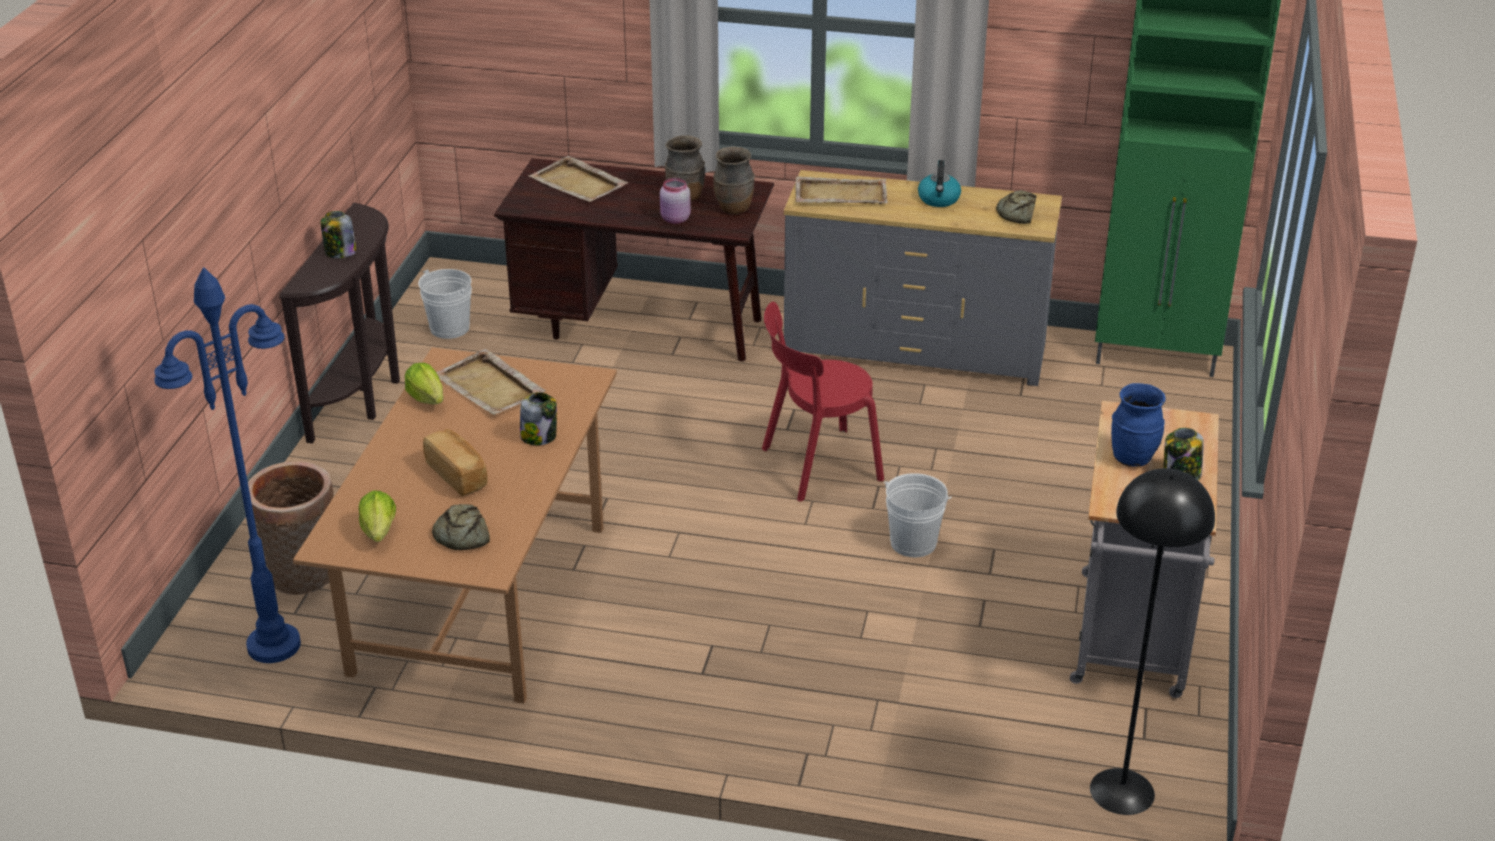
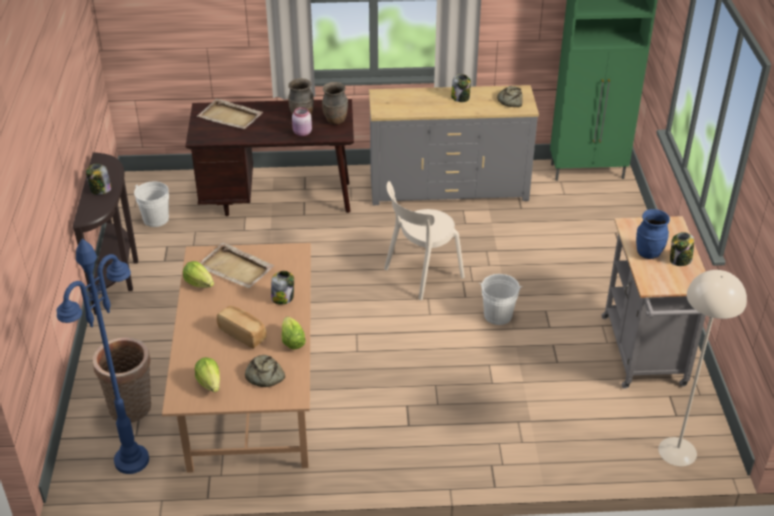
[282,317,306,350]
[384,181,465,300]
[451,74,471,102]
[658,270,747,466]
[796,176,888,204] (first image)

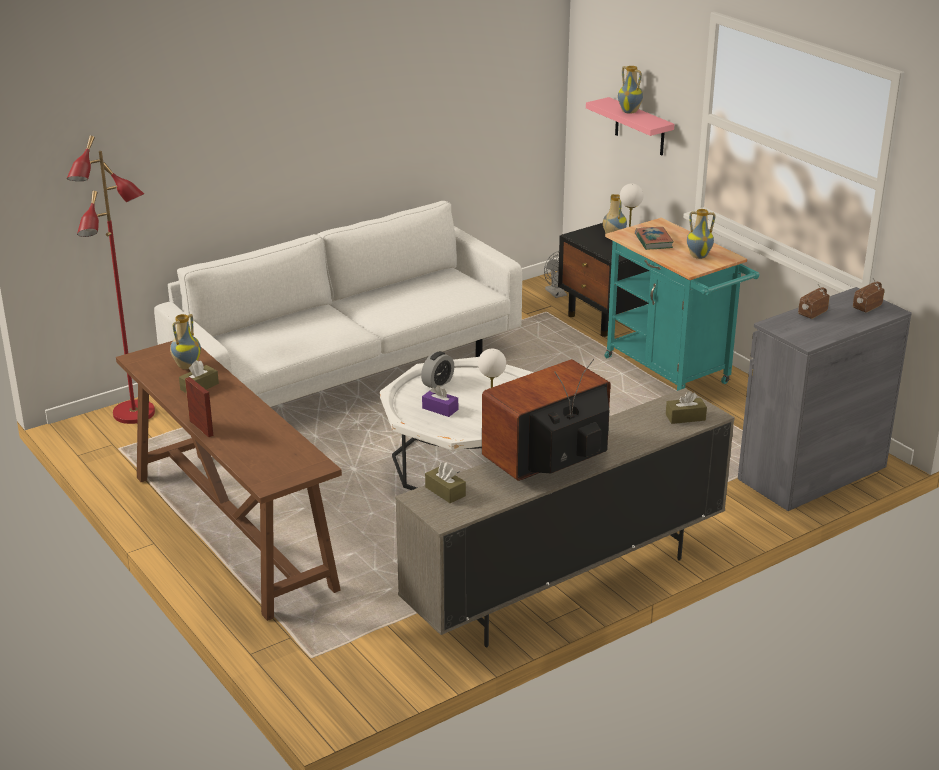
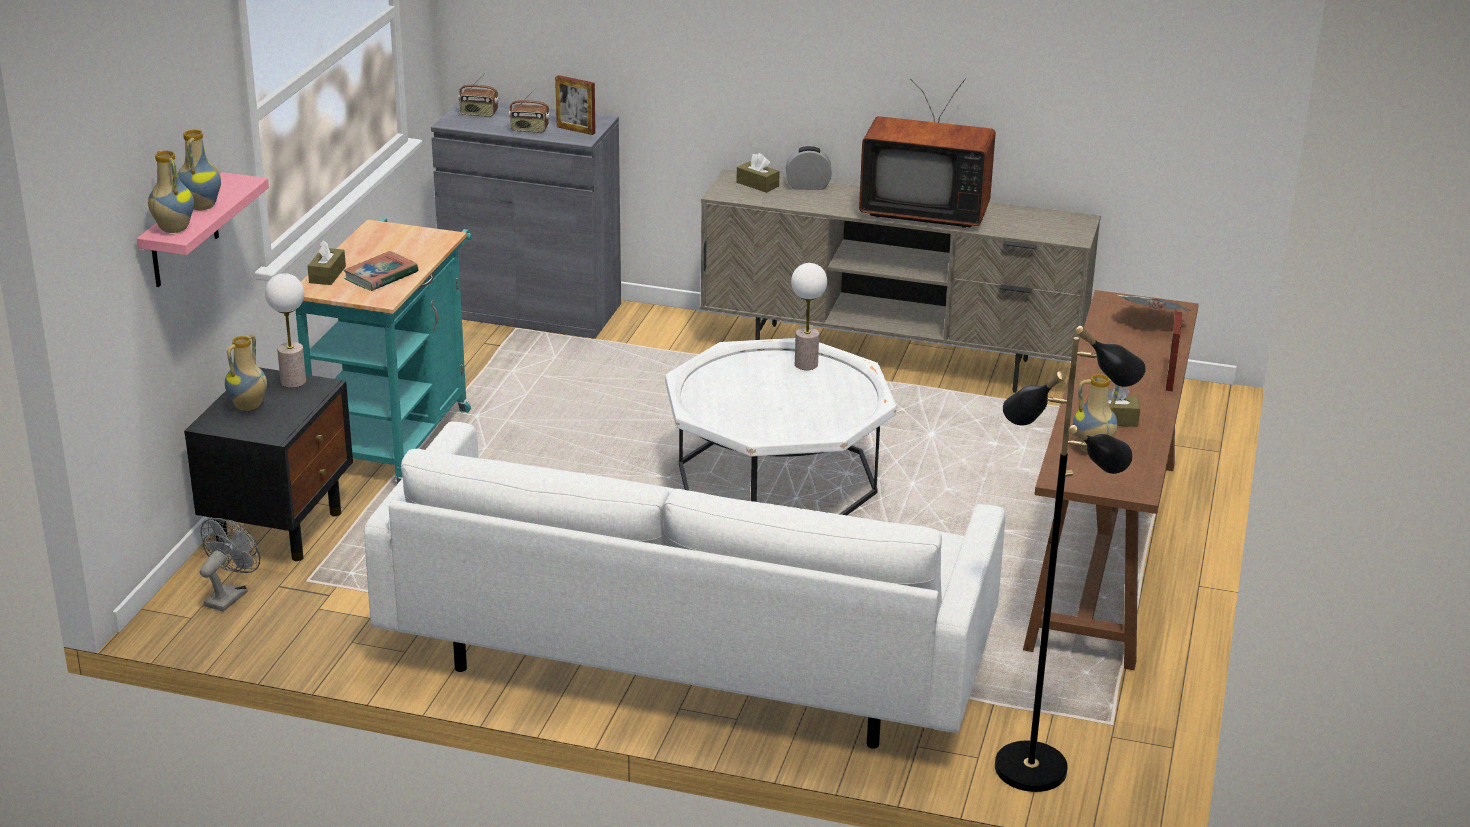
[148,150,194,233]
[308,240,346,285]
[555,75,596,135]
[786,146,832,190]
[995,326,1146,792]
[1119,295,1191,311]
[422,385,458,417] (first image)

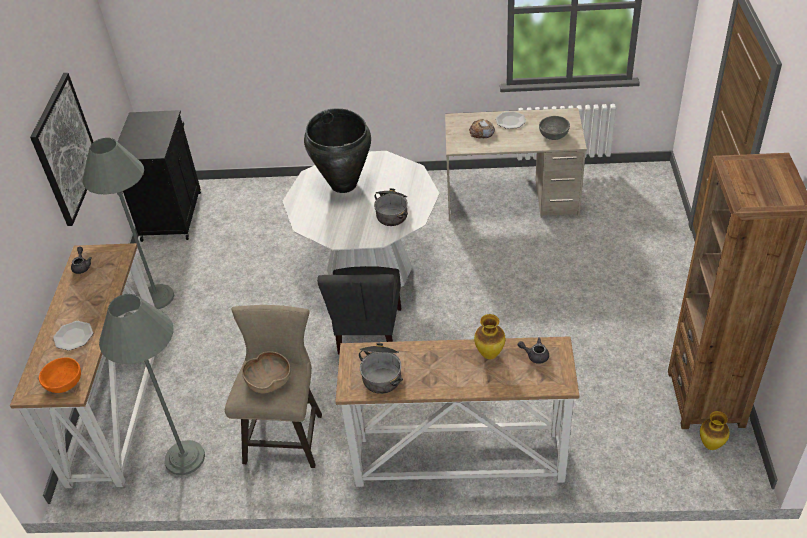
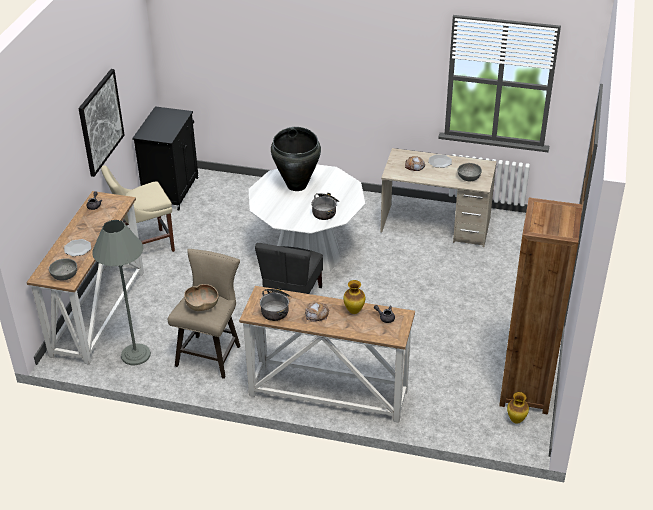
[49,258,77,281]
[101,165,175,252]
[305,302,329,322]

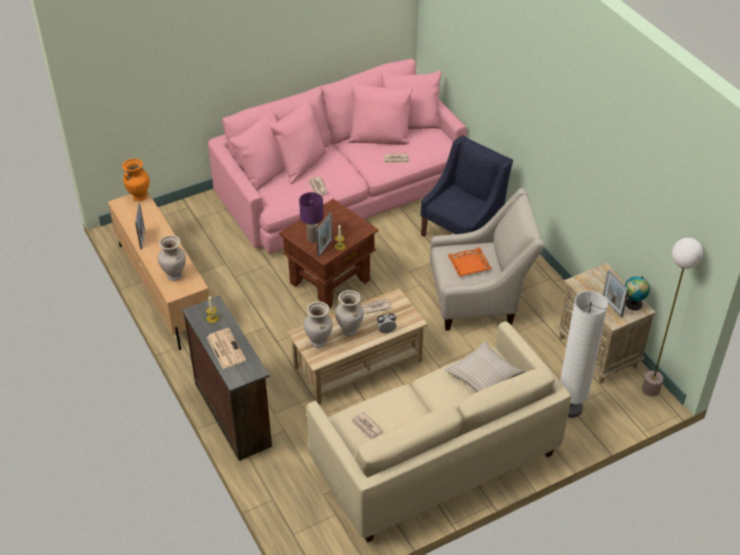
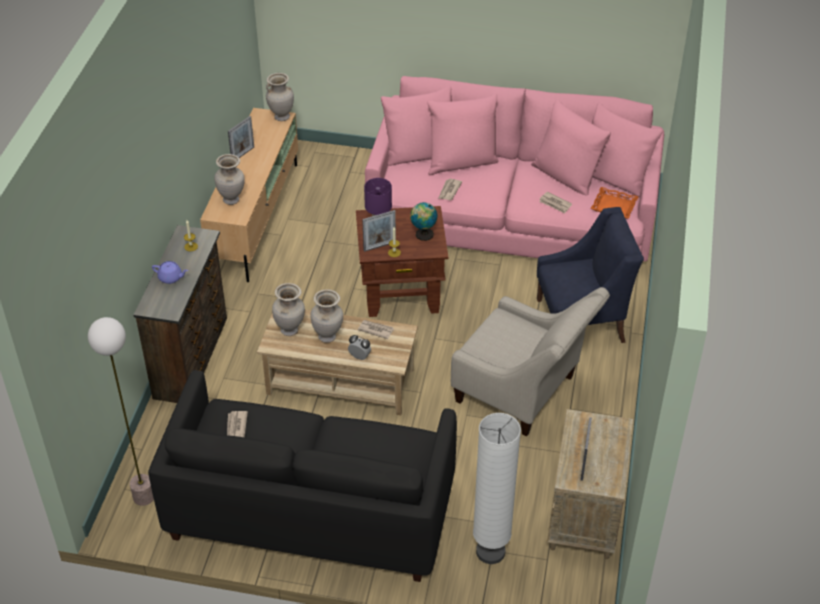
[88,317,154,506]
[148,370,457,582]
[152,261,188,284]
[266,73,294,121]
[410,202,437,241]
[590,187,639,219]
[445,341,523,392] (first image)

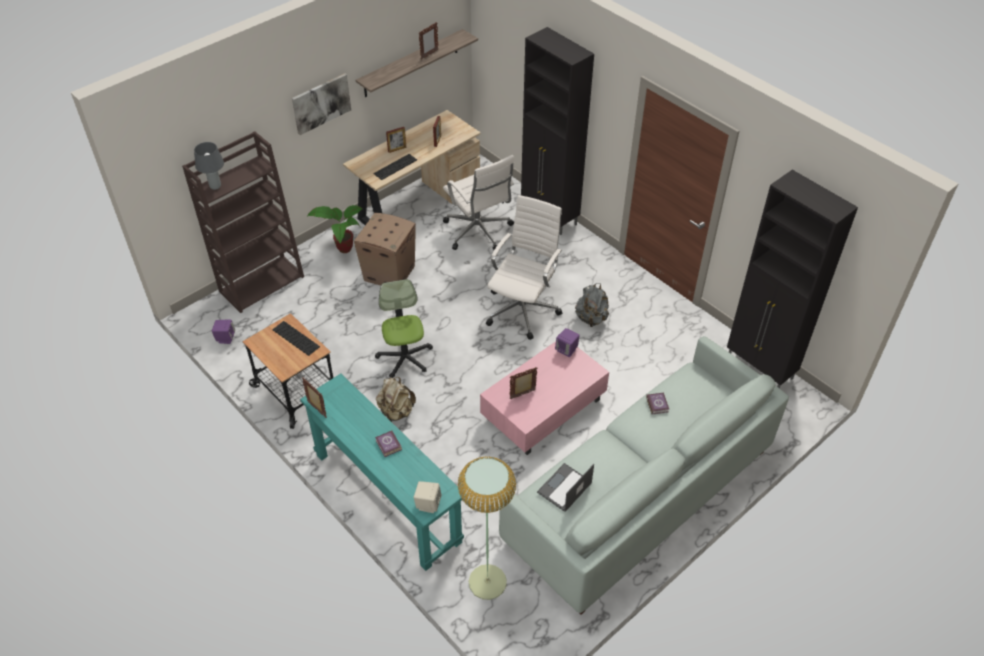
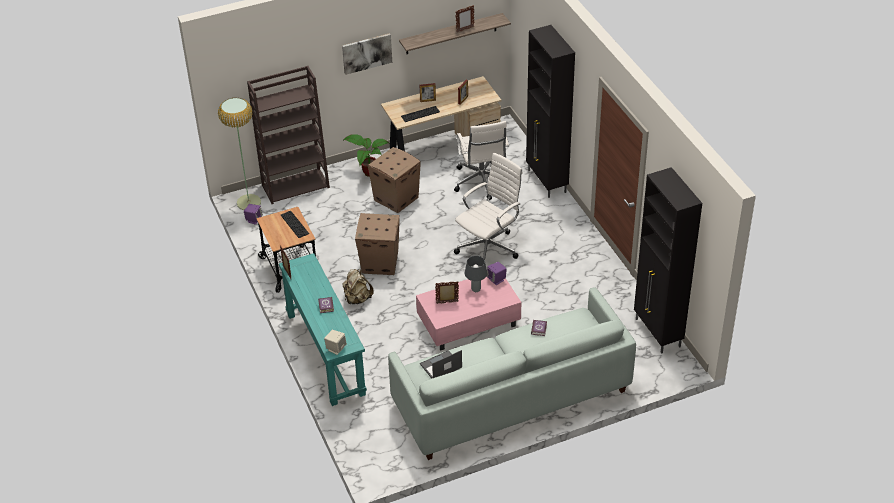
[218,97,261,210]
[355,213,400,275]
[465,256,487,292]
[575,283,609,327] (first image)

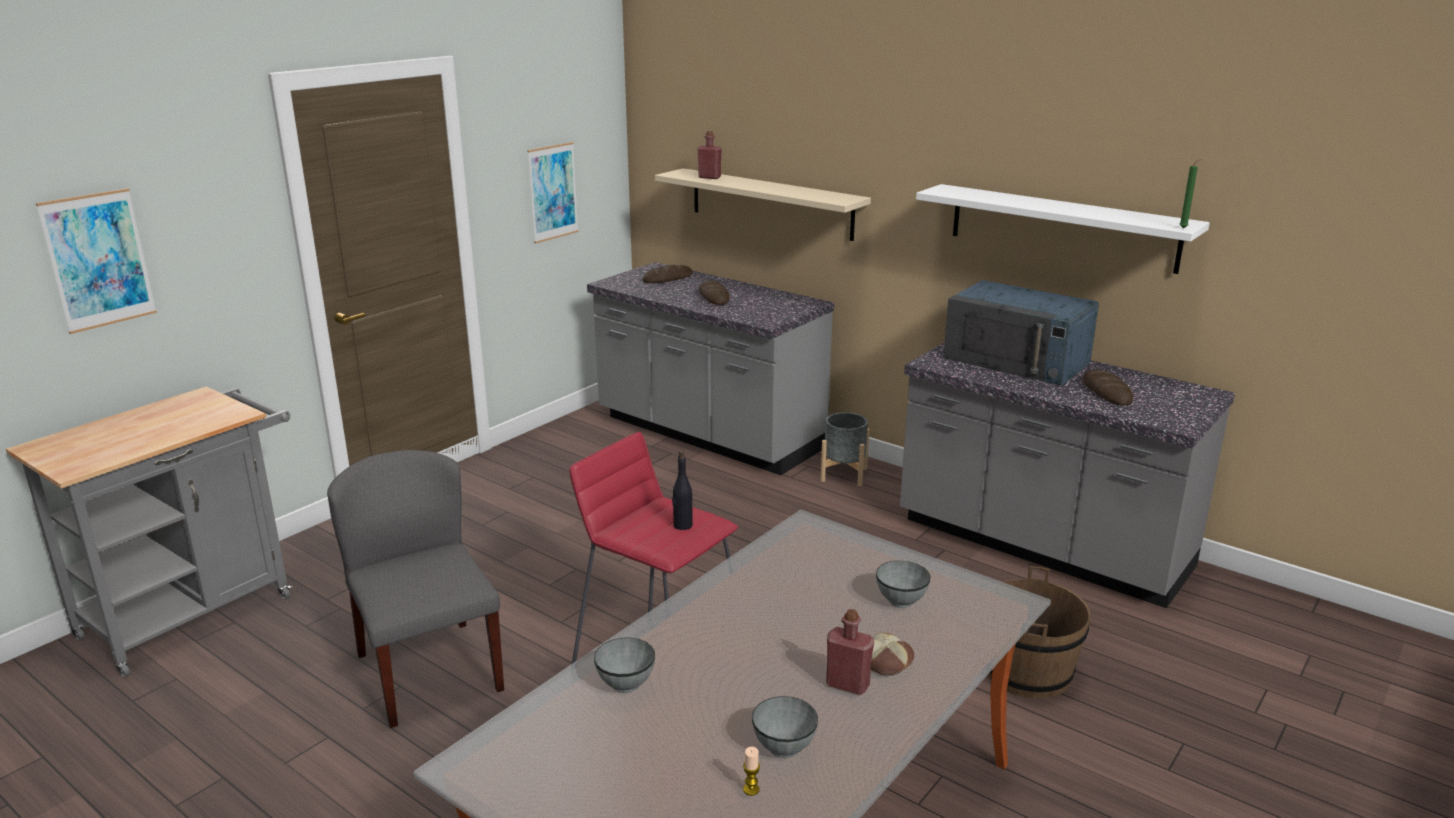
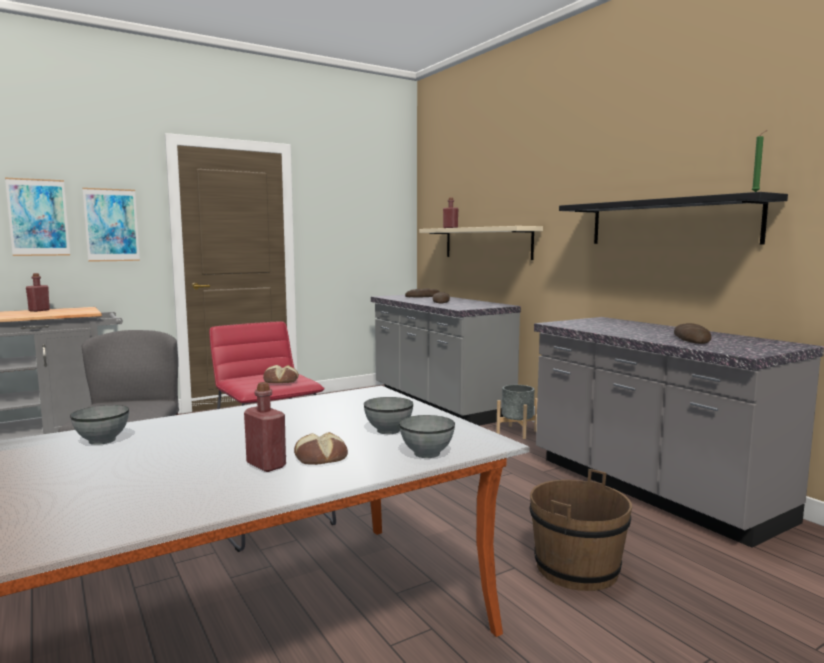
[26,273,50,312]
[83,188,140,262]
[263,365,299,383]
[399,415,455,458]
[559,192,788,245]
[743,747,760,796] (first image)
[943,280,1099,386] (first image)

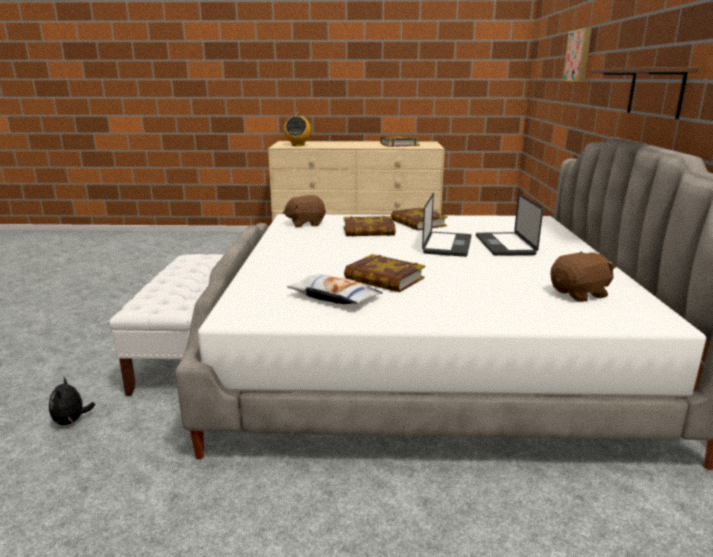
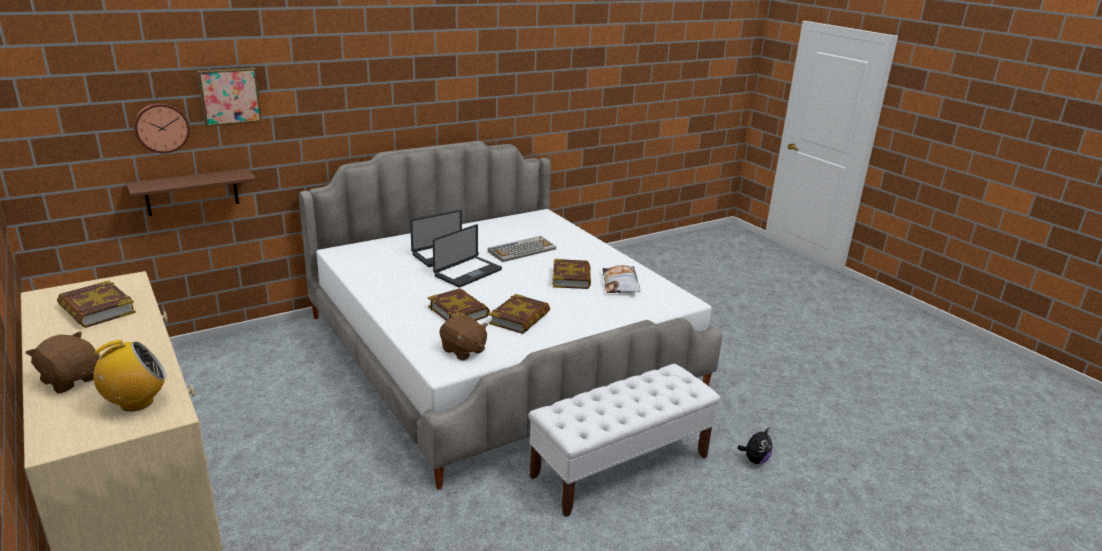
[25,331,100,394]
[126,169,256,216]
[134,103,190,153]
[433,224,502,288]
[488,236,556,262]
[489,294,550,334]

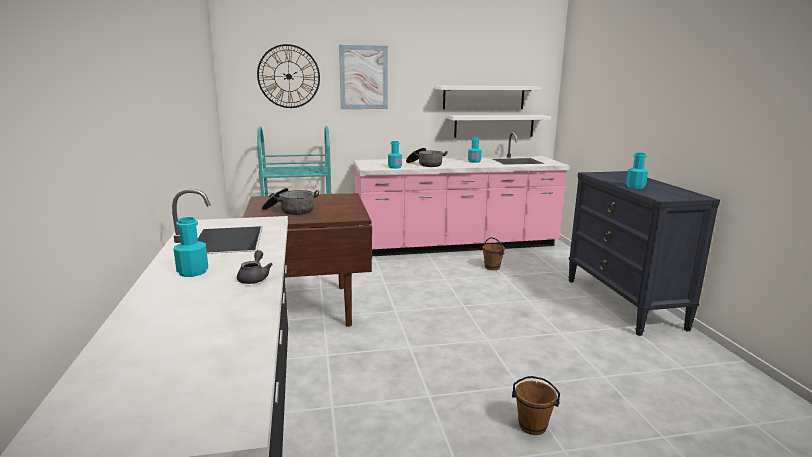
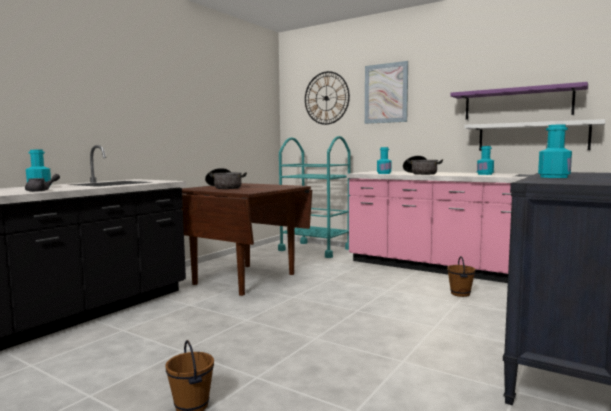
[451,82,588,120]

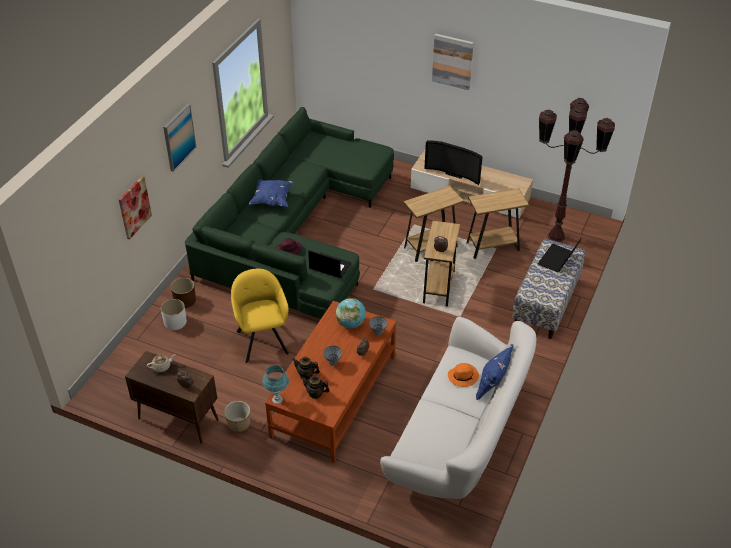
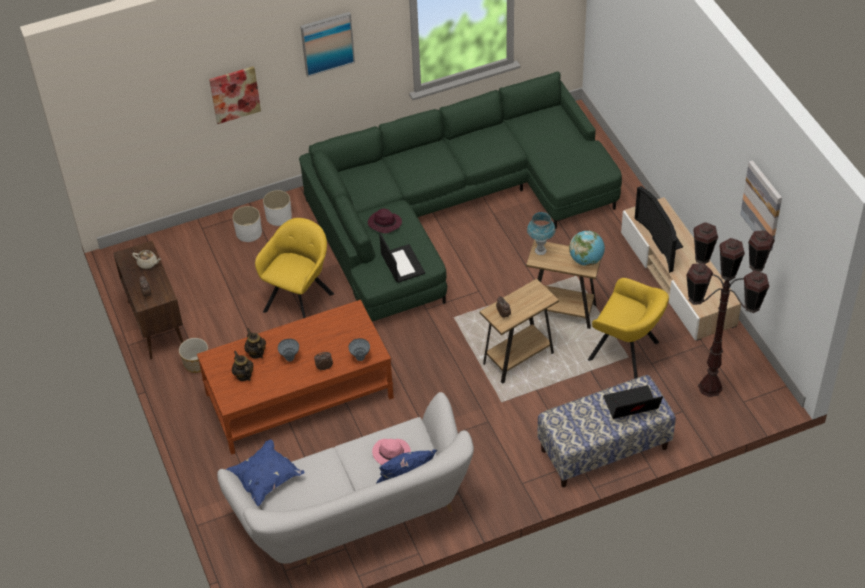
[225,439,304,506]
[263,190,292,226]
[372,439,411,465]
[527,212,555,255]
[569,231,605,266]
[588,278,669,379]
[740,160,782,251]

